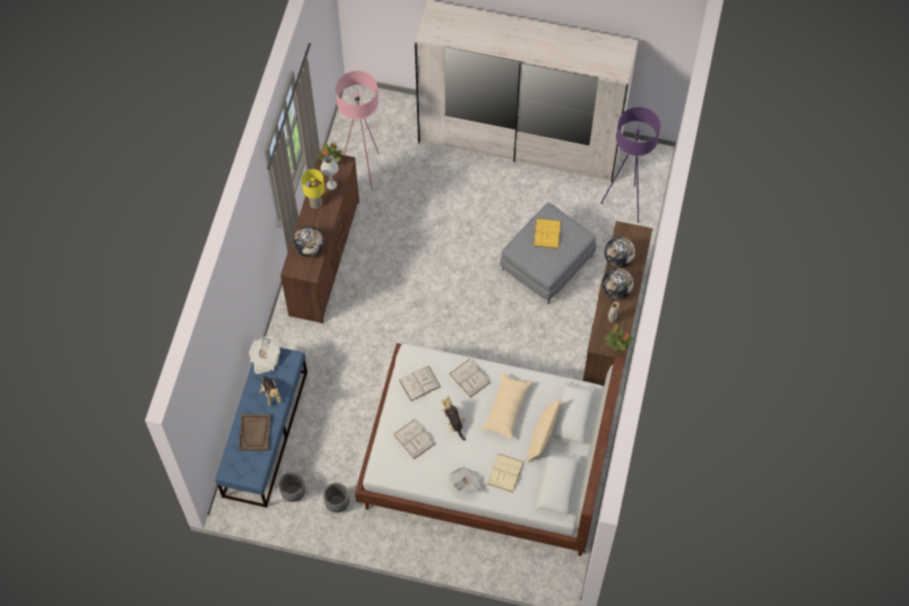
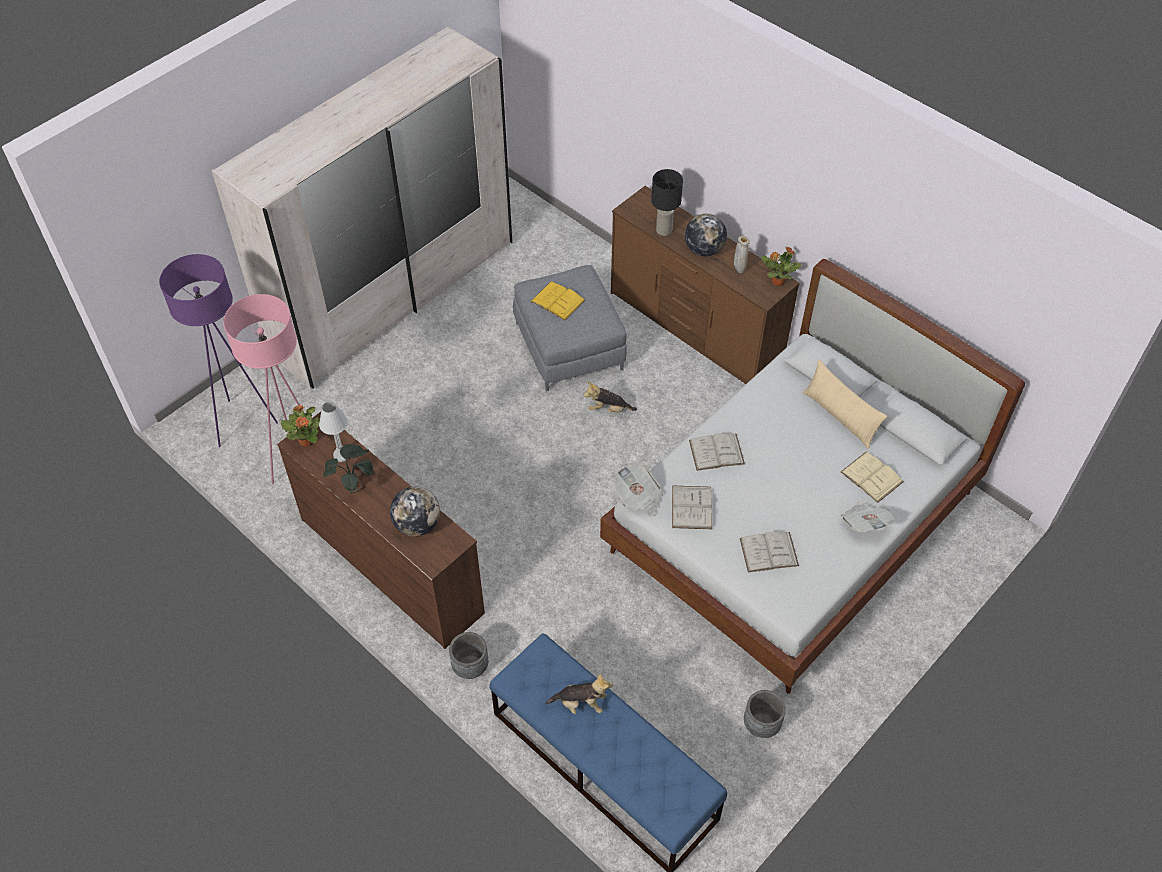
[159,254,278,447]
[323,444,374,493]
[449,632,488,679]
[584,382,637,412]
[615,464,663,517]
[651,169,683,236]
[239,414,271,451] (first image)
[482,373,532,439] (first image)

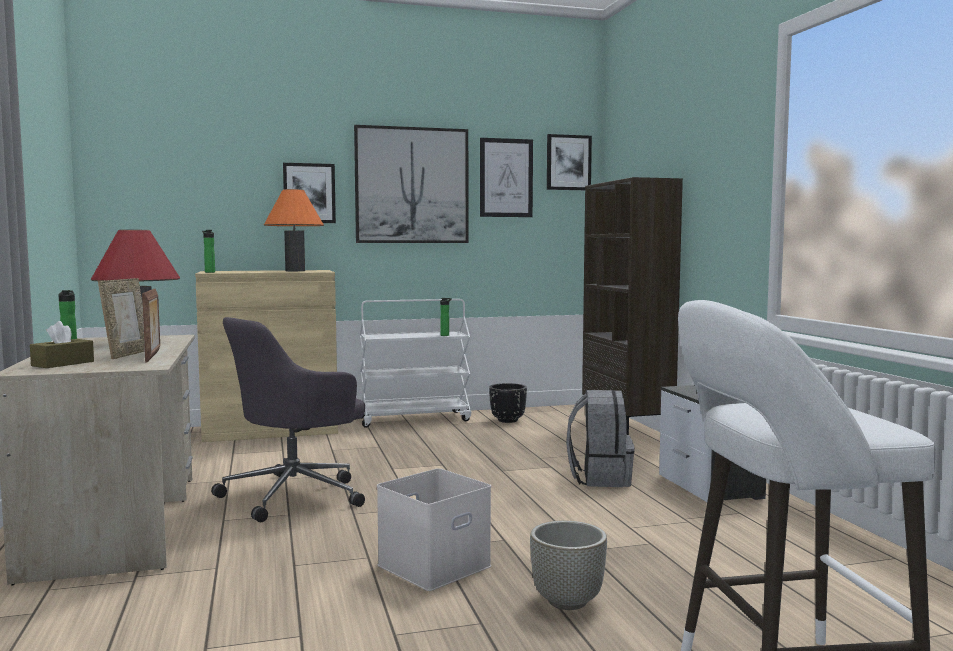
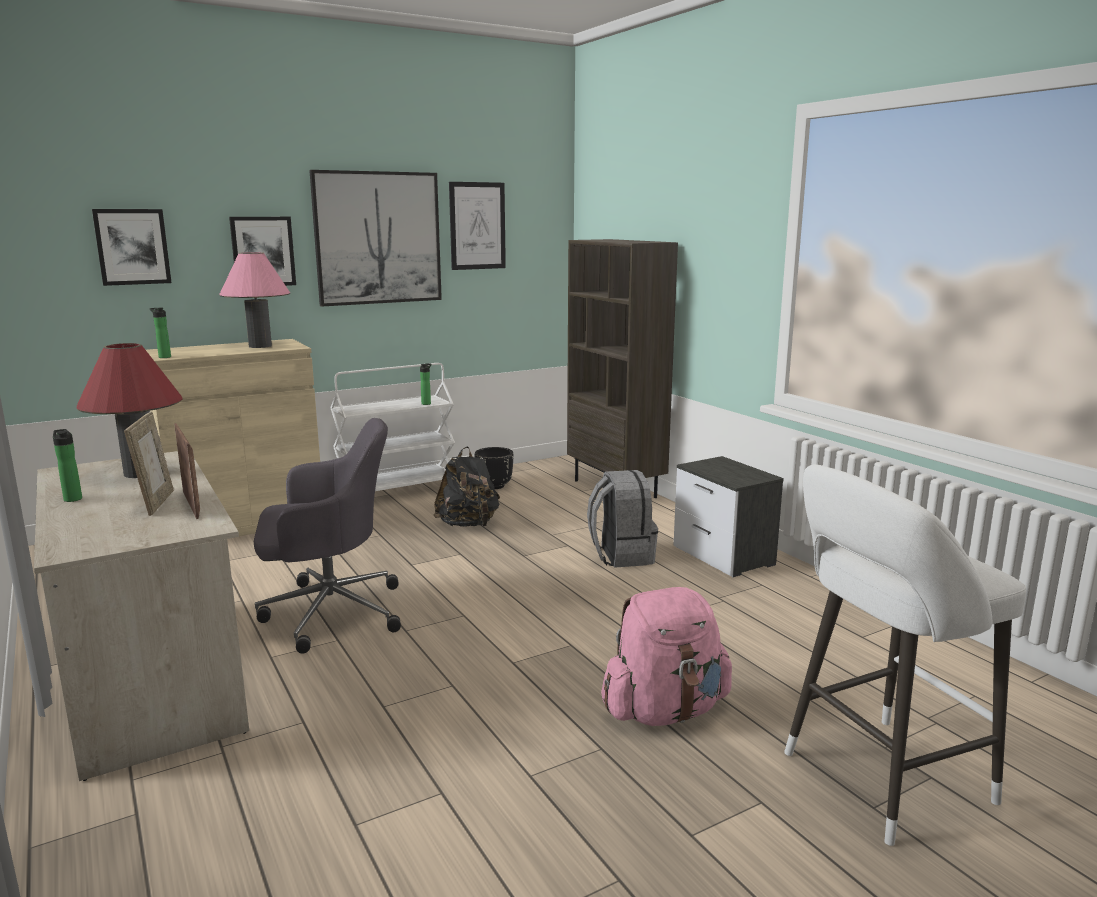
[92,209,172,286]
[219,252,290,348]
[254,418,401,654]
[433,447,500,527]
[601,587,732,726]
[30,321,94,368] (first image)
[377,468,491,591] (first image)

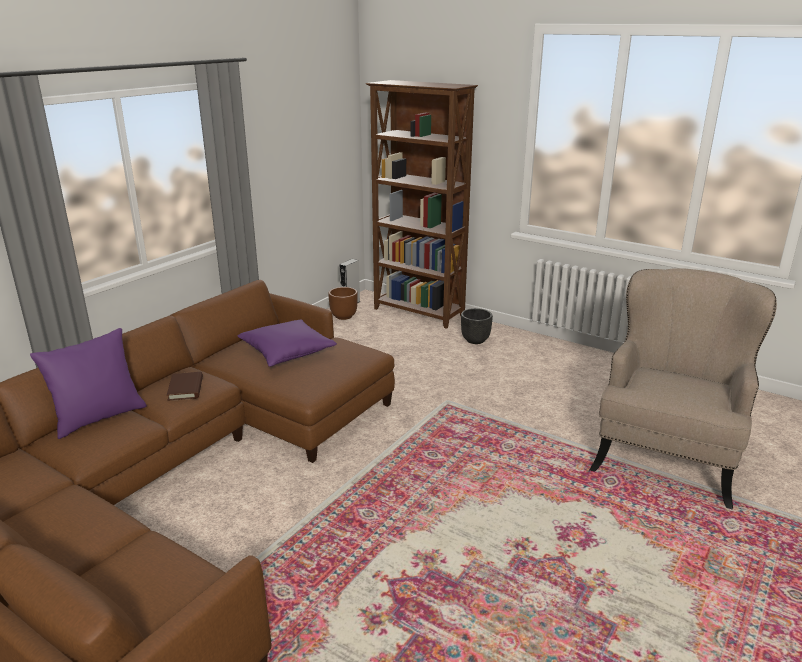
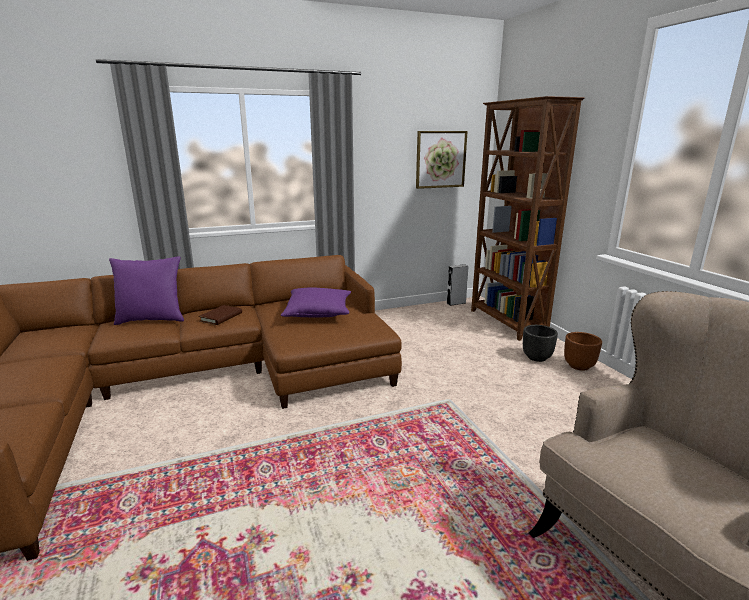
[416,131,468,189]
[564,332,602,371]

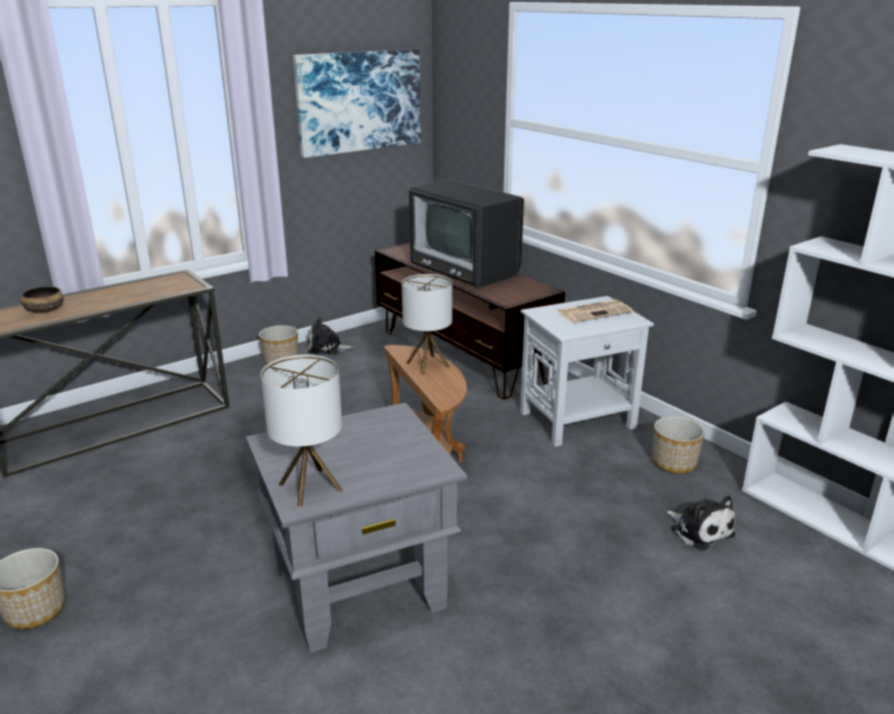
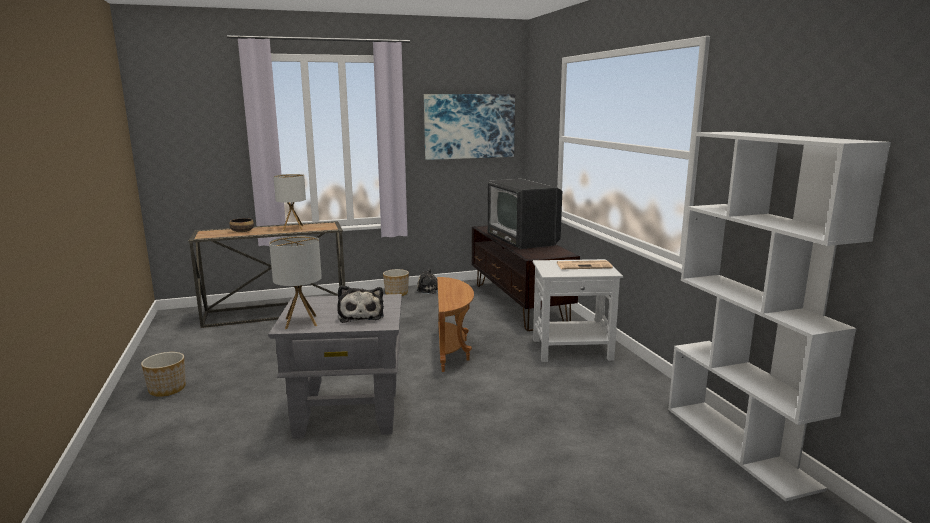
[273,174,306,231]
[337,285,384,323]
[653,416,705,474] (first image)

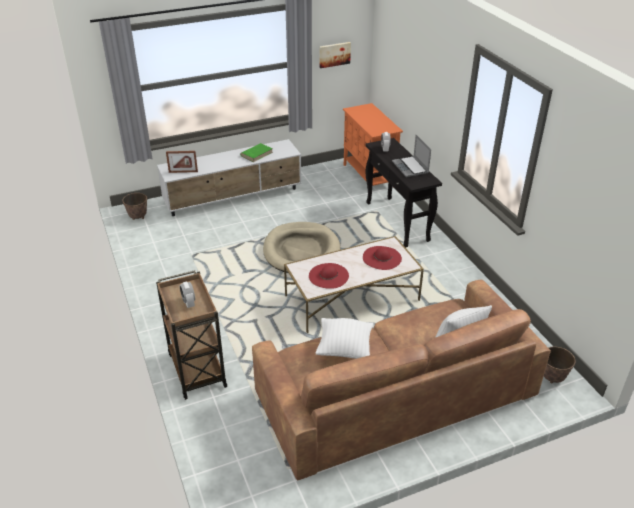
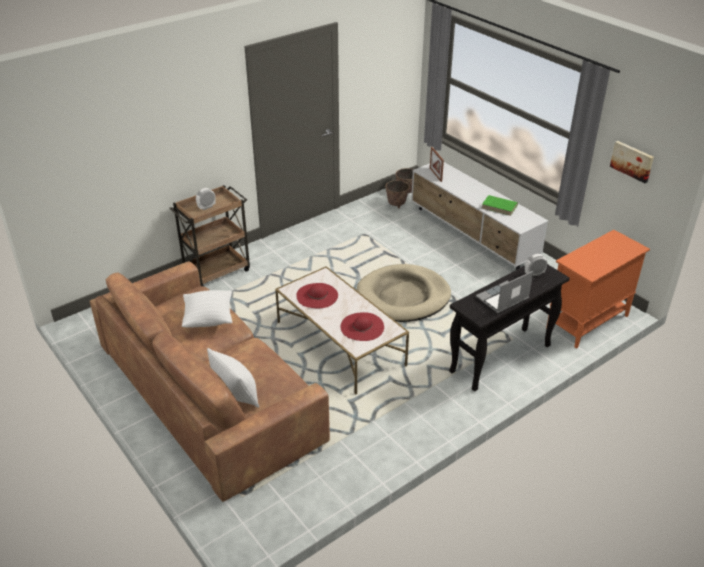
[385,180,409,208]

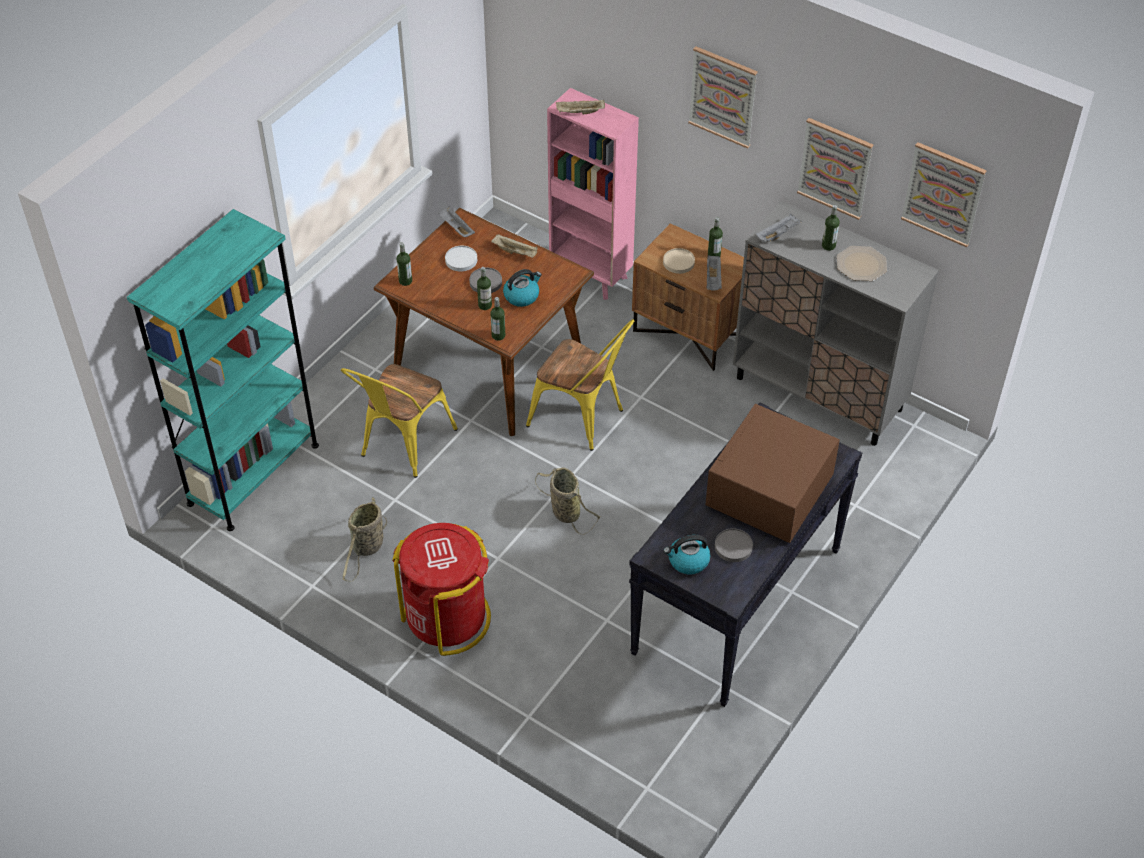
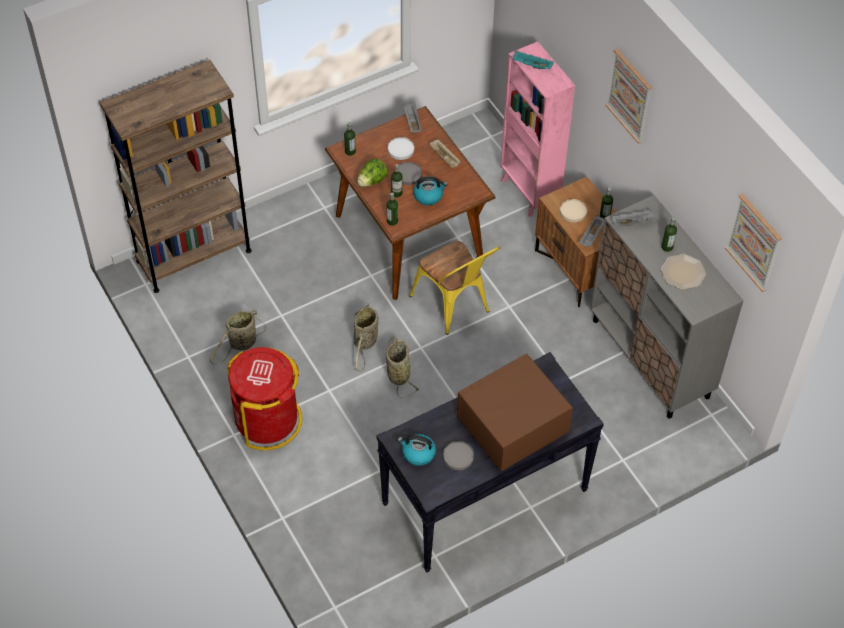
[100,60,252,293]
[354,302,378,372]
[357,159,388,187]
[513,51,554,69]
[341,364,458,478] (first image)
[797,118,874,220] (first image)

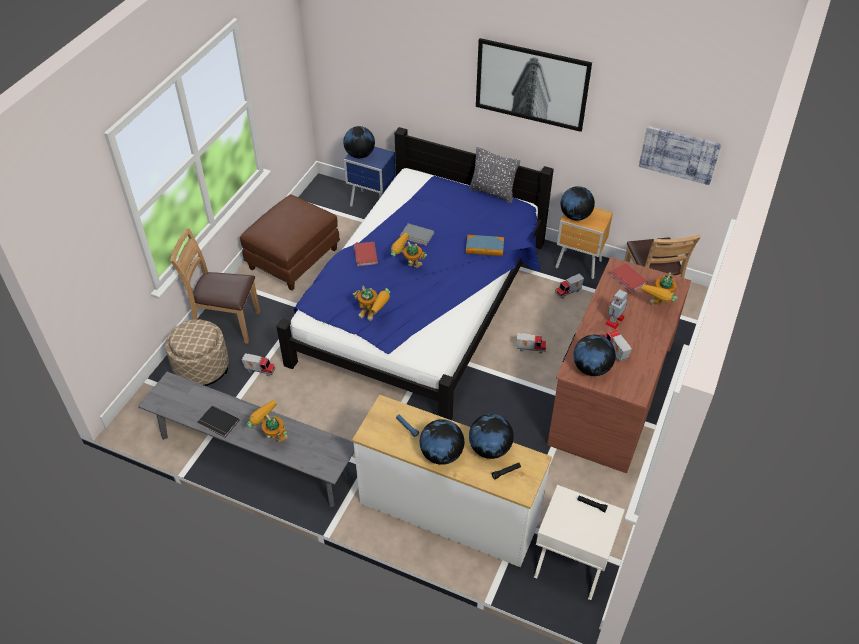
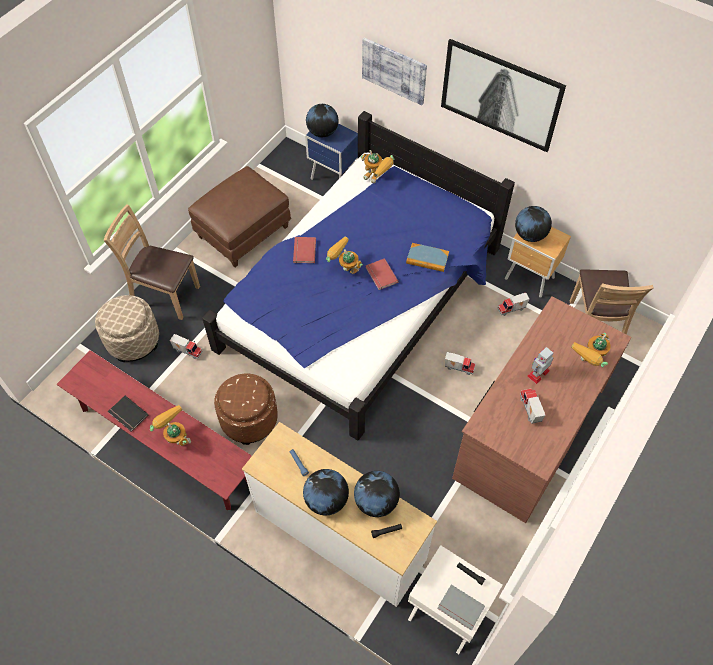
[57,350,252,510]
[214,374,278,445]
[360,150,394,183]
[362,38,427,105]
[365,258,399,290]
[437,585,485,631]
[469,147,520,203] (first image)
[573,335,616,376] (first image)

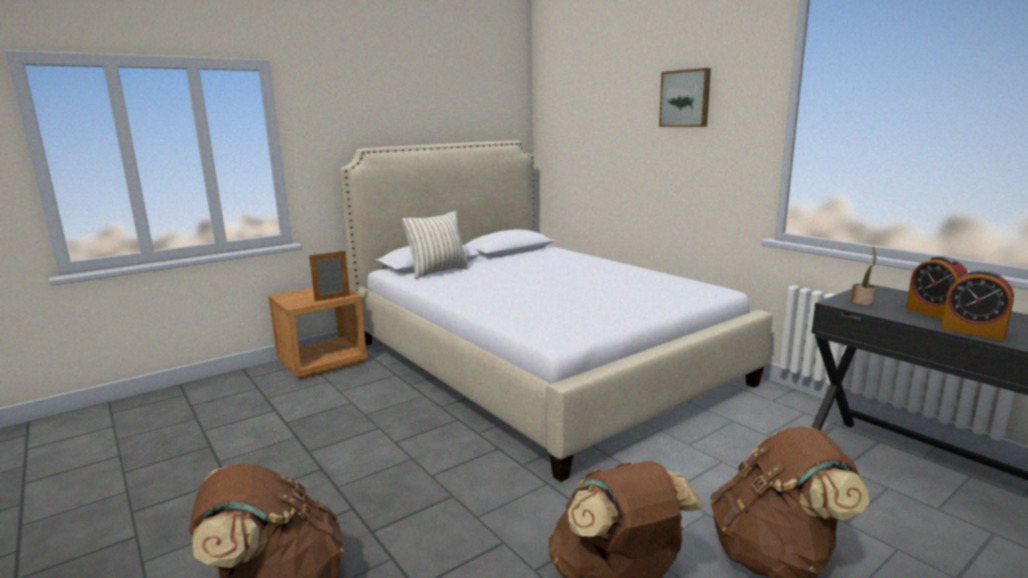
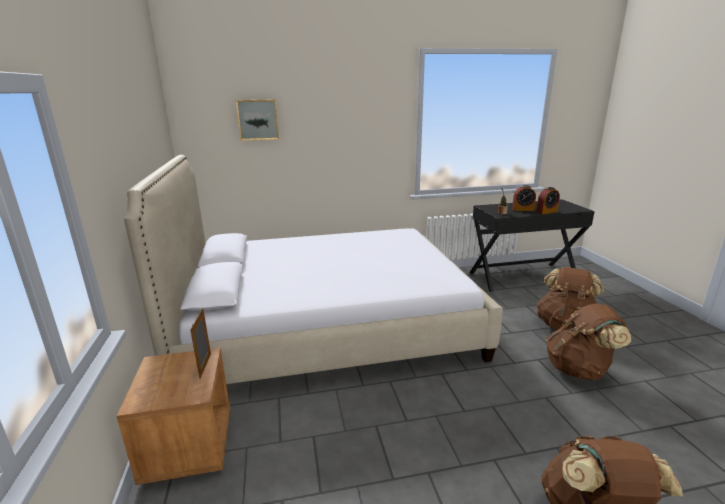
[236,99,279,141]
[402,211,470,279] (first image)

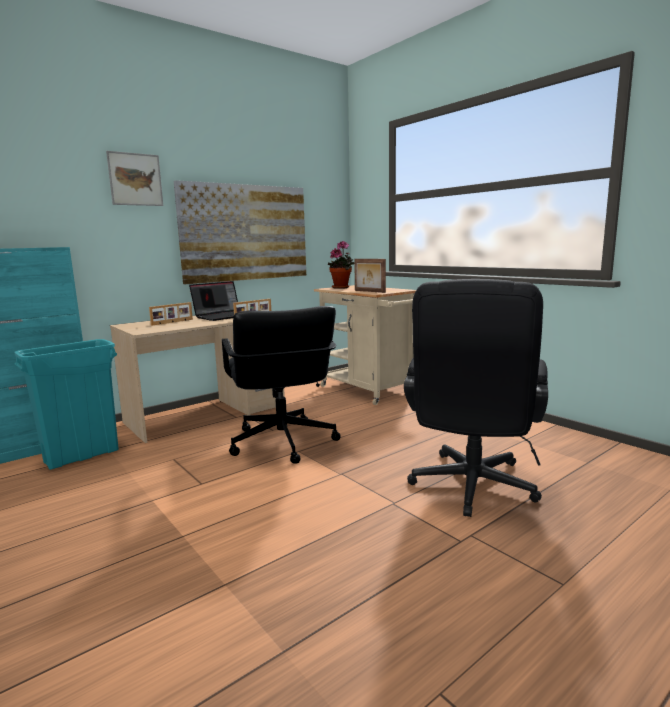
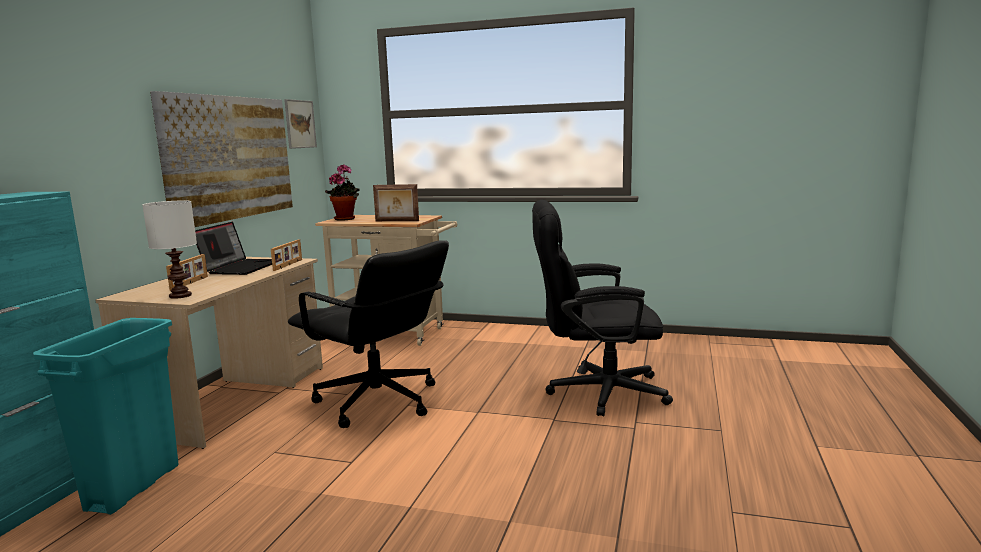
[142,200,197,299]
[284,99,317,149]
[532,200,673,416]

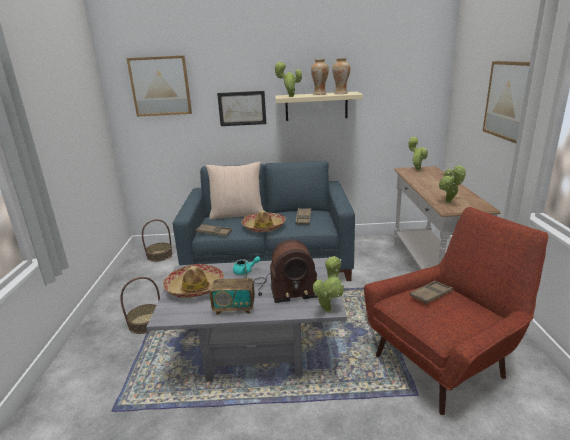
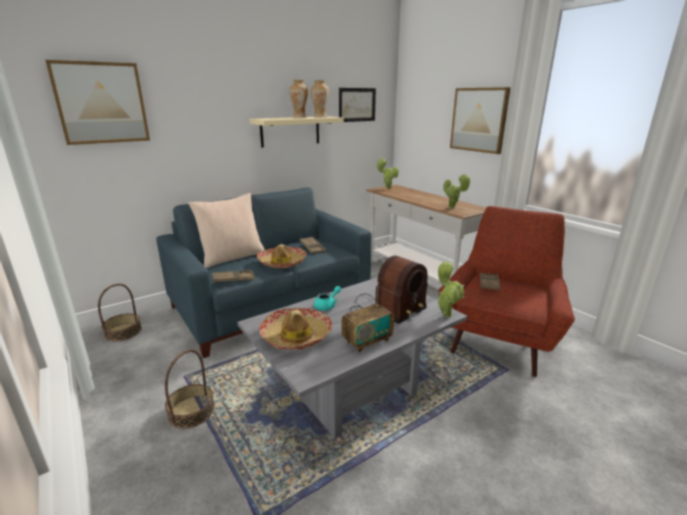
[339,88,376,122]
[274,61,302,97] (first image)

